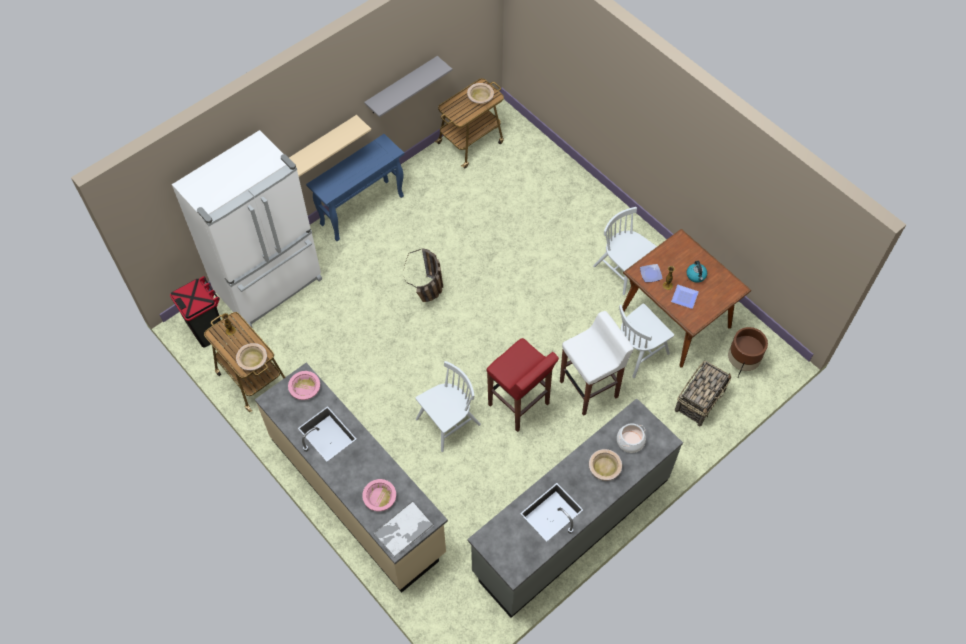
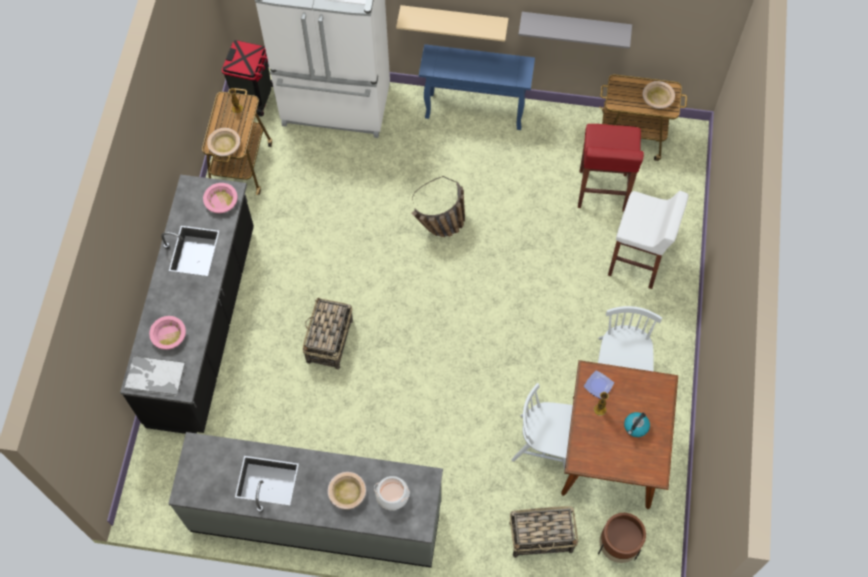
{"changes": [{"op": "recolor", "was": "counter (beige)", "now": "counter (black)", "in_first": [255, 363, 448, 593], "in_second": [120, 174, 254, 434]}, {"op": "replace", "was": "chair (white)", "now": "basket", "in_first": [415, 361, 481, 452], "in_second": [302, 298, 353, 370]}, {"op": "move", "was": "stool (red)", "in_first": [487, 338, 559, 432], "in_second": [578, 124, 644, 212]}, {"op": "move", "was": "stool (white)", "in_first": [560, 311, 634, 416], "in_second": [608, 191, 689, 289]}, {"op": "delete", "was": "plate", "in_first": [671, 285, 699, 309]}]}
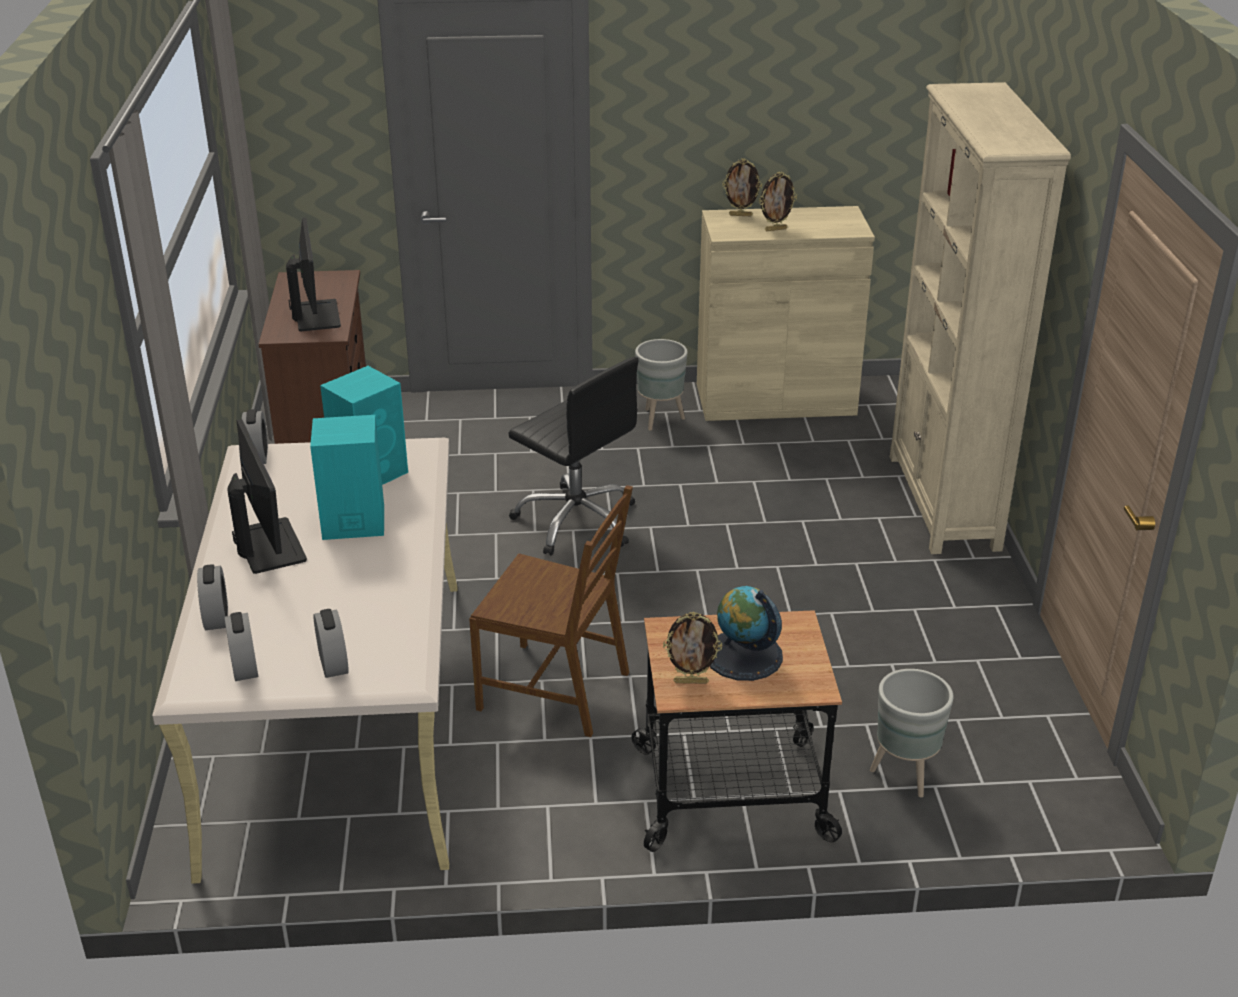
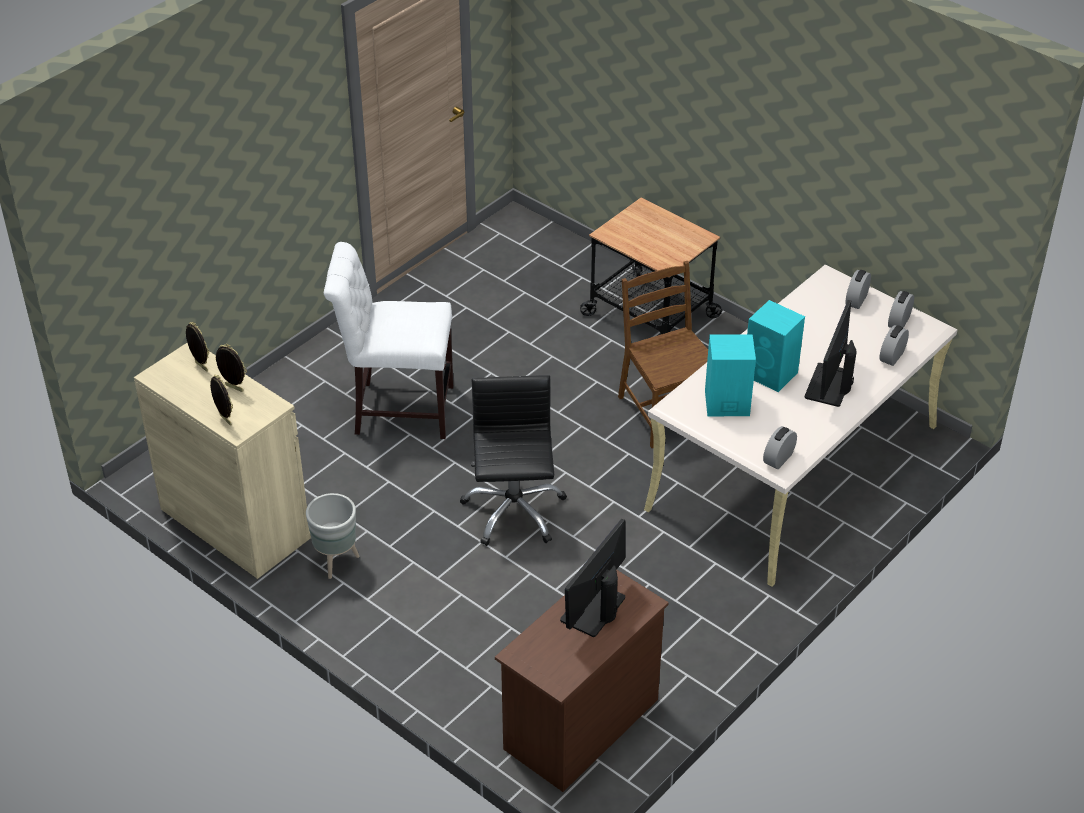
{"changes": [{"op": "move", "was": "picture frame", "in_first": [663, 612, 722, 684], "in_second": [186, 322, 209, 372]}, {"op": "insert", "now": "chair (white)", "in_second": [324, 242, 454, 439]}, {"op": "delete", "was": "globe", "in_first": [710, 586, 783, 681]}, {"op": "delete", "was": "planter (grey)", "in_first": [870, 669, 954, 797]}, {"op": "delete", "was": "bookcase (beige)", "in_first": [890, 82, 1071, 554]}]}
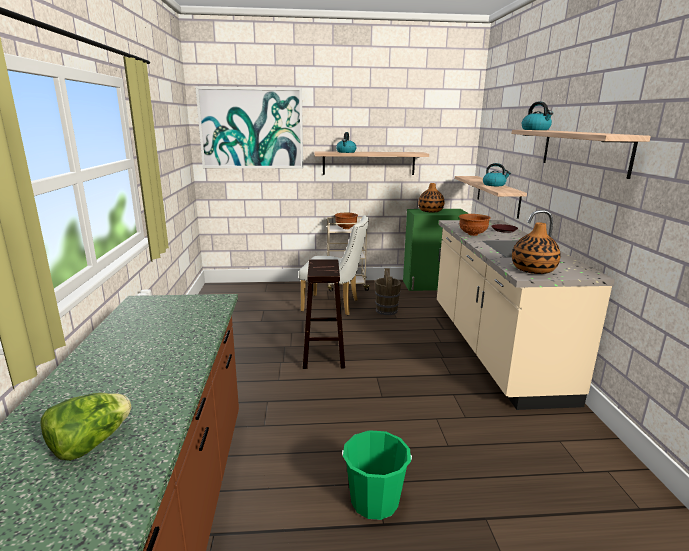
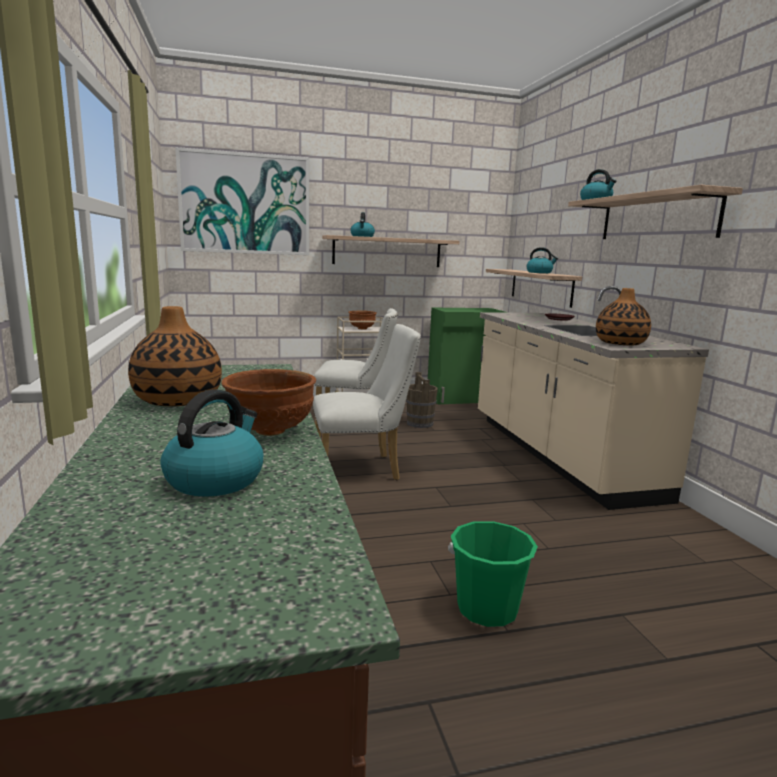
{"changes": [{"op": "move", "was": "vase", "in_first": [418, 183, 444, 213], "in_second": [128, 306, 222, 406]}, {"op": "replace", "was": "lettuce", "now": "kettle", "in_first": [41, 393, 132, 461], "in_second": [161, 389, 263, 497]}, {"op": "move", "was": "bowl (brown)", "in_first": [459, 214, 491, 236], "in_second": [221, 369, 316, 436]}, {"op": "replace", "was": "stool (brown)", "now": "chair (white)", "in_first": [303, 259, 345, 369], "in_second": [313, 324, 421, 480]}]}
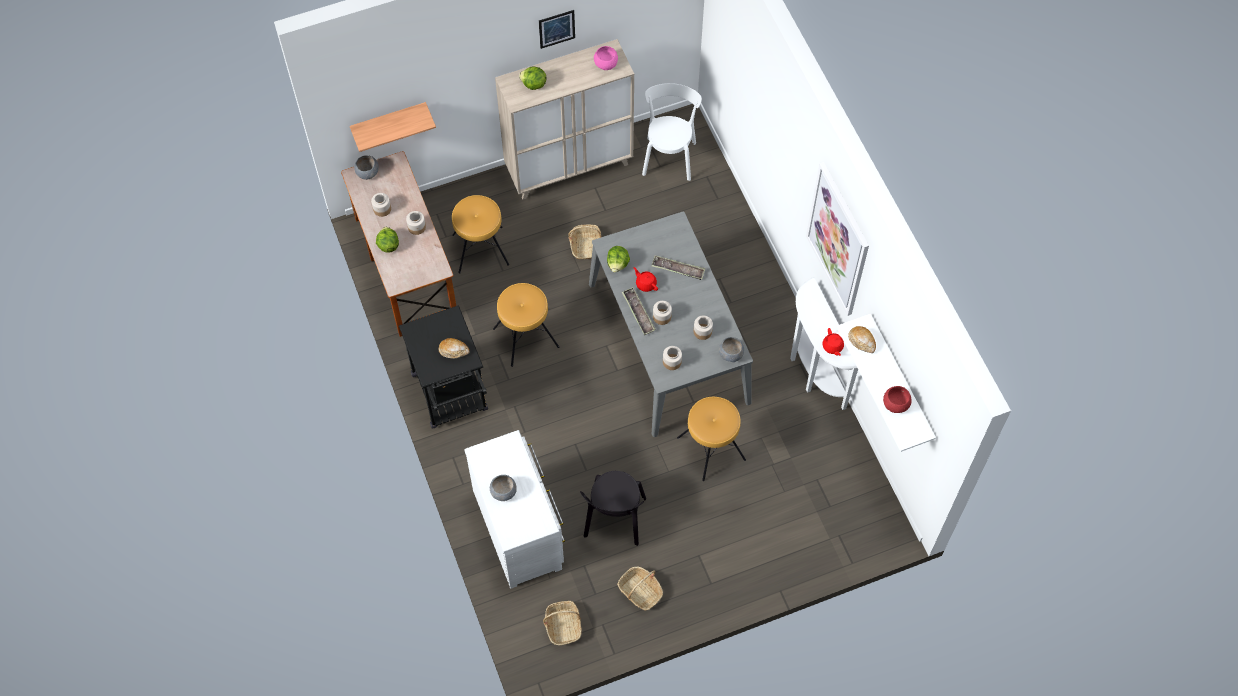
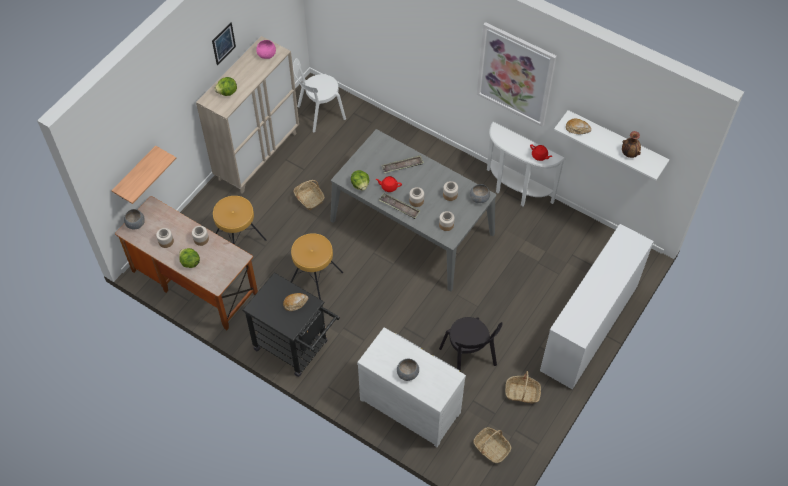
{"changes": [{"op": "rotate", "was": "chair (white)", "in_first": [642, 83, 702, 181], "in_second": [293, 58, 346, 133], "clockwise": -90}, {"op": "insert", "now": "dresser (white)", "in_second": [540, 224, 654, 389]}, {"op": "replace", "was": "bowl (red)", "now": "vase", "in_first": [883, 386, 911, 413], "in_second": [622, 131, 641, 158]}, {"op": "delete", "was": "stool (brown)", "in_first": [677, 397, 746, 481]}]}
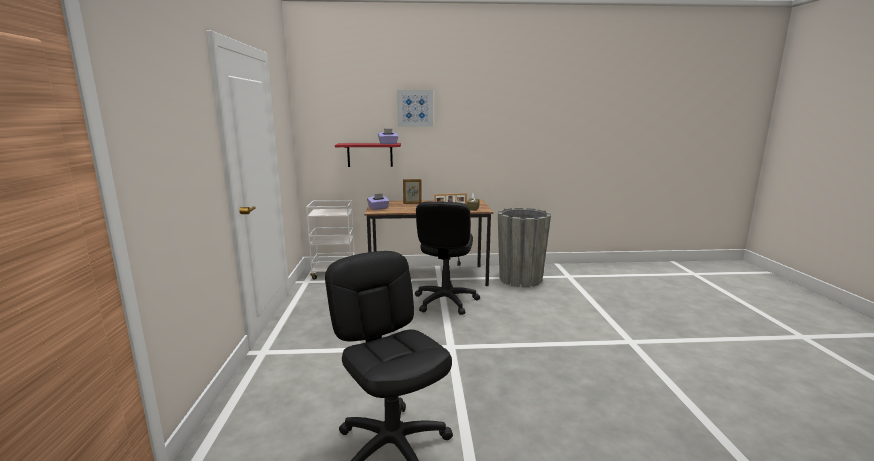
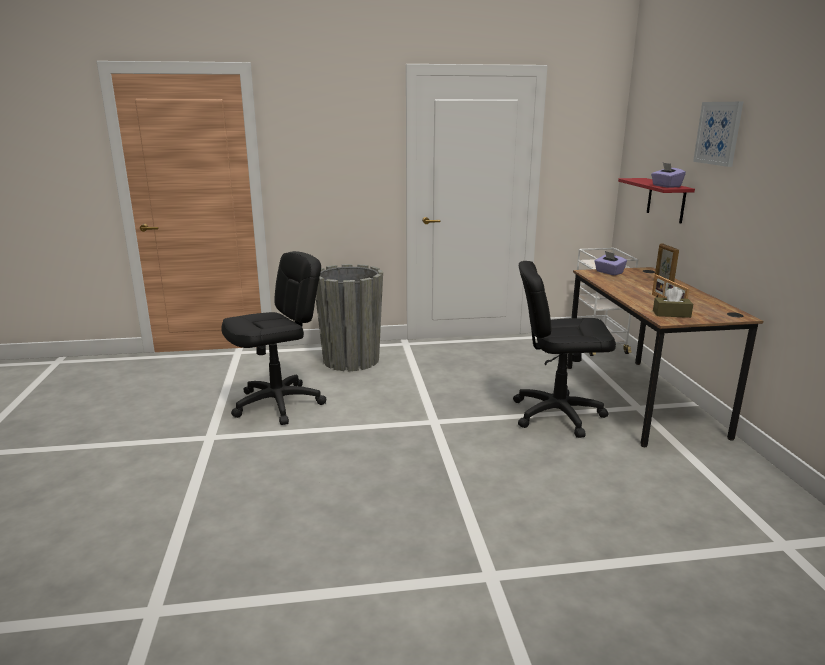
{"changes": [{"op": "move", "was": "planter (grey)", "in_first": [498, 207, 551, 287], "in_second": [316, 264, 383, 371]}]}
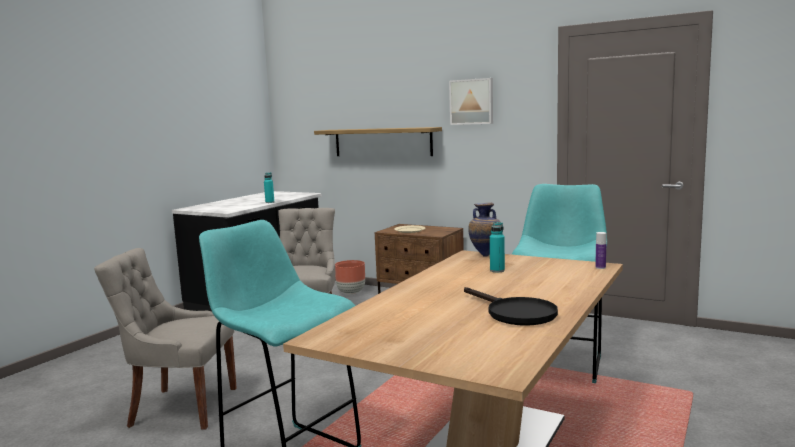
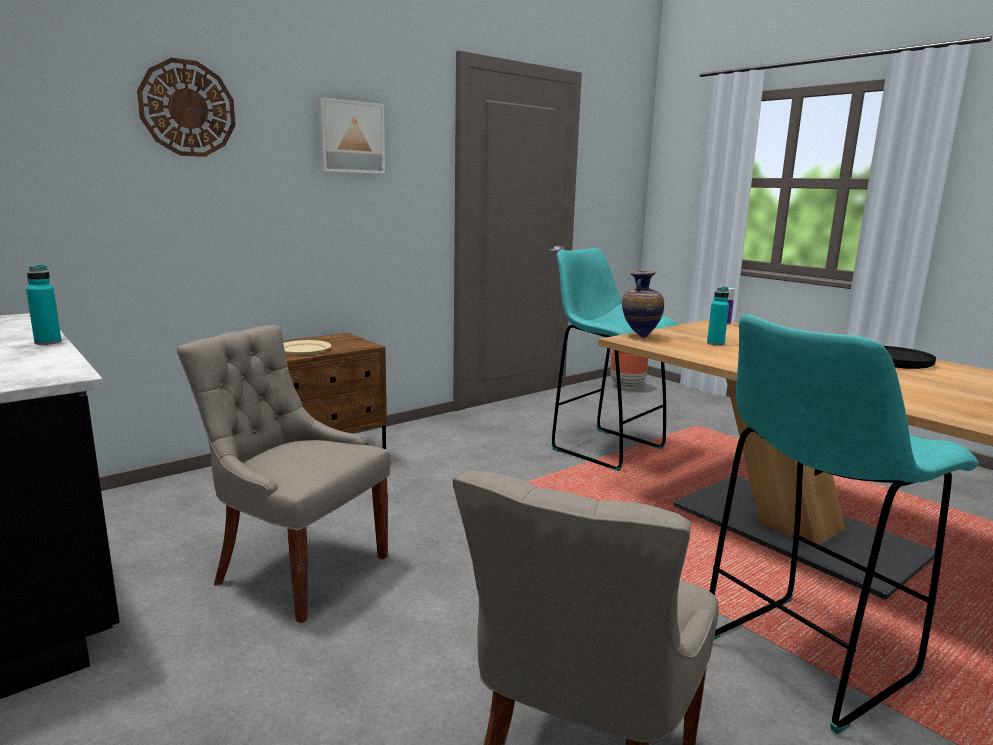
{"changes": [{"op": "insert", "now": "wall clock", "in_second": [137, 58, 236, 157]}, {"op": "move", "was": "planter (brown)", "in_first": [335, 260, 365, 294], "in_second": [611, 349, 648, 389]}, {"op": "delete", "was": "shelf", "in_first": [314, 127, 442, 156]}]}
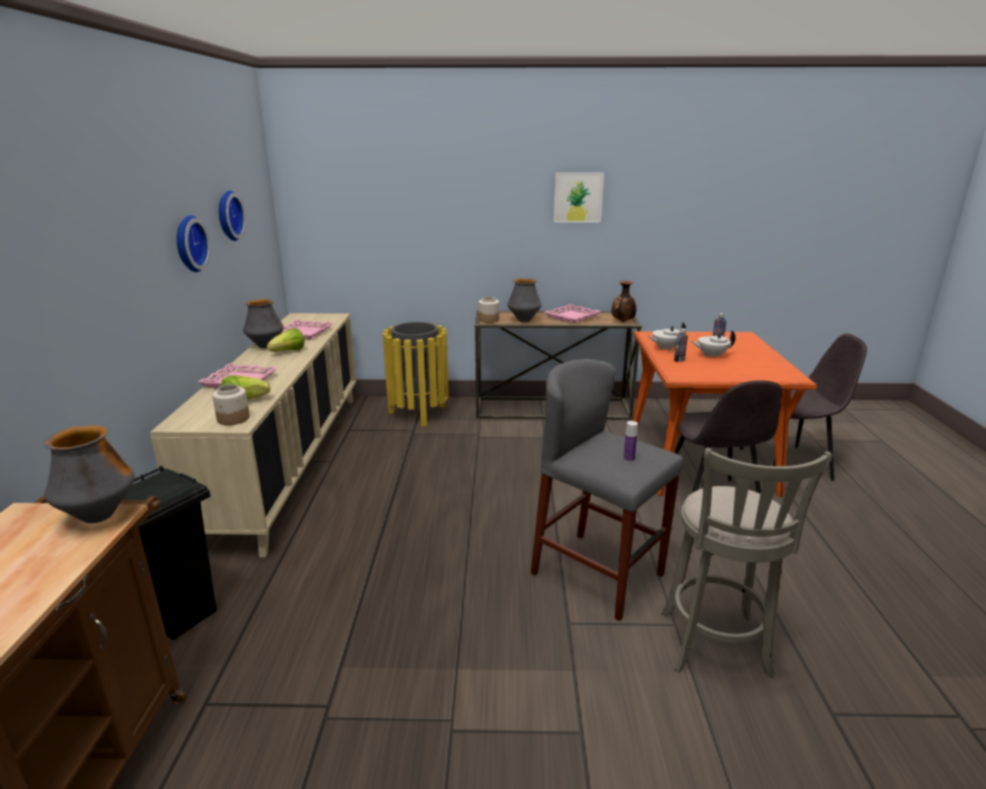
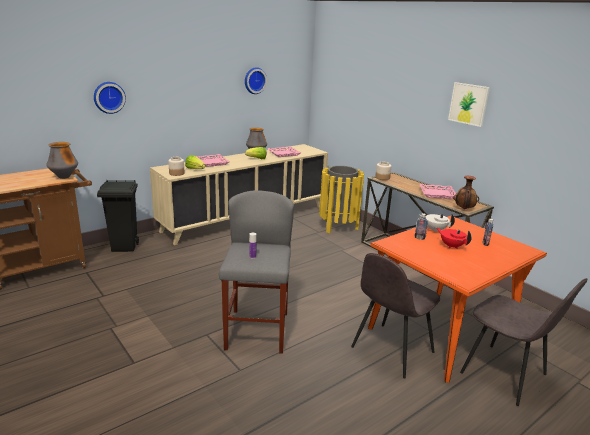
{"changes": [{"op": "move", "was": "wall clock", "in_first": [177, 215, 211, 272], "in_second": [94, 82, 126, 114]}, {"op": "recolor", "was": "teapot (white)", "now": "teapot (red)", "in_first": [691, 330, 736, 358], "in_second": [437, 228, 472, 249]}, {"op": "delete", "was": "vase", "in_first": [507, 278, 542, 322]}, {"op": "delete", "was": "stool (grey)", "in_first": [661, 447, 832, 678]}]}
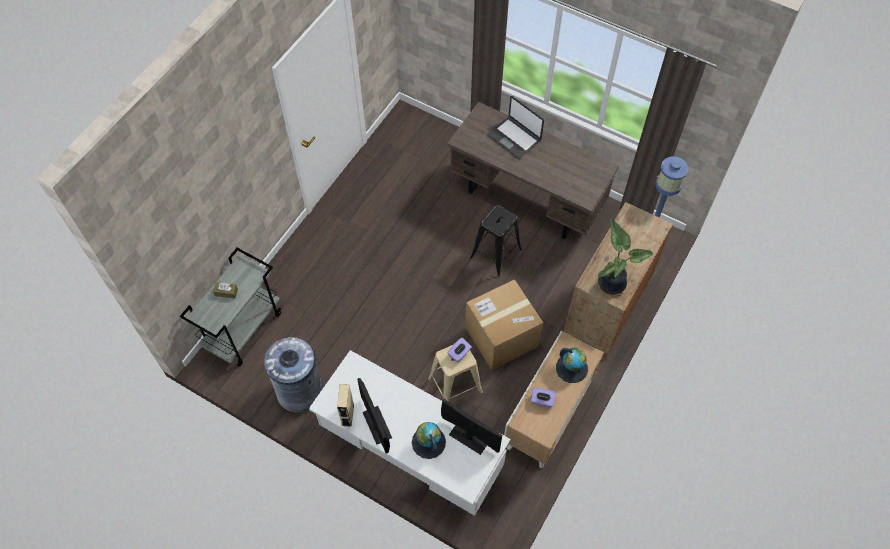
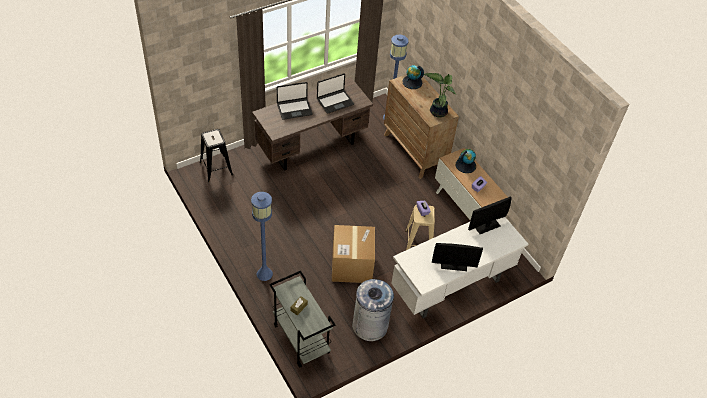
{"changes": [{"op": "move", "was": "stool (black)", "in_first": [470, 204, 522, 277], "in_second": [200, 129, 233, 182]}, {"op": "insert", "now": "floor lamp (blue)", "in_second": [251, 192, 273, 281]}, {"op": "insert", "now": "laptop", "in_second": [317, 73, 354, 114]}, {"op": "move", "was": "cardboard box", "in_first": [465, 279, 543, 370], "in_second": [332, 225, 375, 283]}, {"op": "move", "was": "globe", "in_first": [412, 422, 446, 459], "in_second": [402, 65, 424, 89]}, {"op": "delete", "was": "speaker (beige)", "in_first": [337, 384, 354, 427]}]}
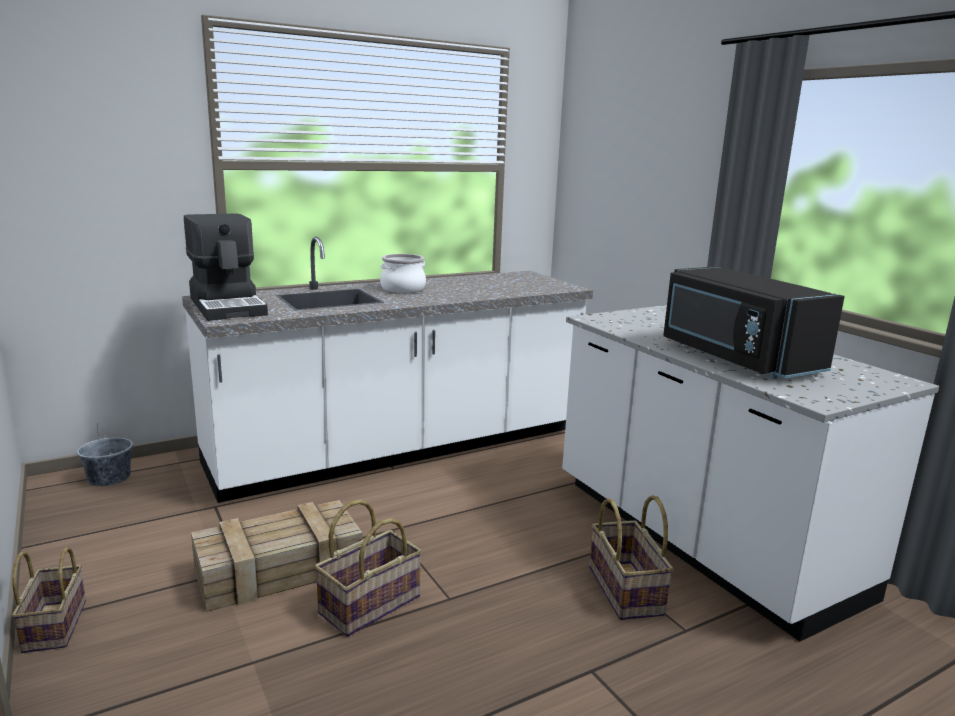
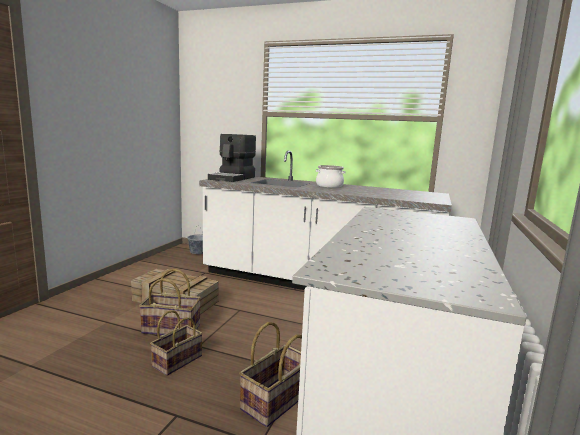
{"changes": [{"op": "move", "was": "basket", "in_first": [12, 547, 86, 653], "in_second": [150, 310, 203, 376]}, {"op": "delete", "was": "microwave (black)", "in_first": [663, 266, 845, 379]}]}
